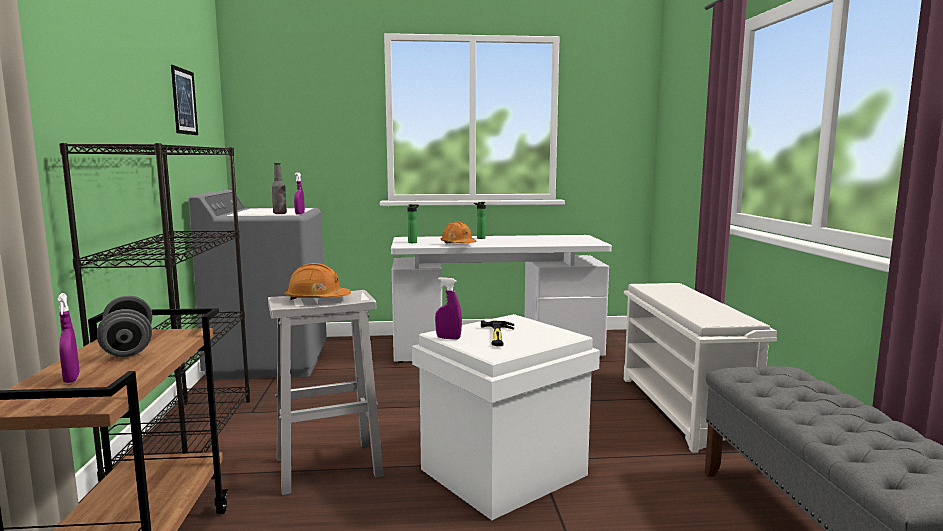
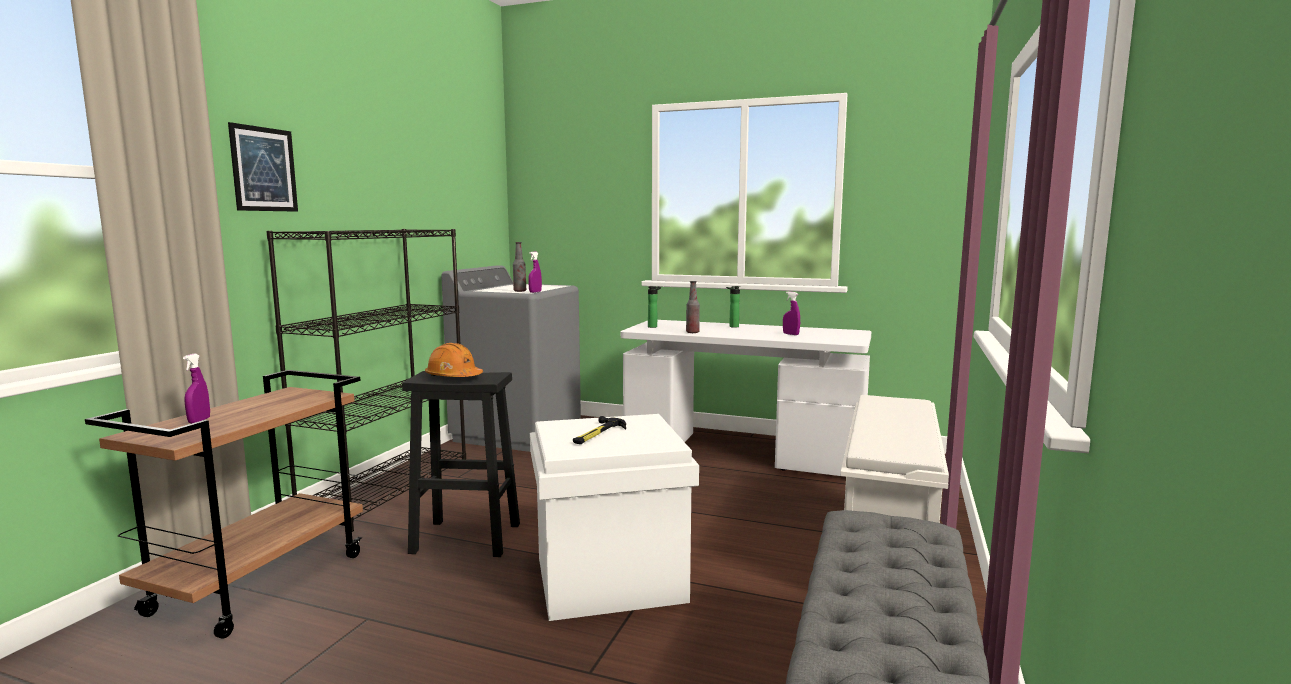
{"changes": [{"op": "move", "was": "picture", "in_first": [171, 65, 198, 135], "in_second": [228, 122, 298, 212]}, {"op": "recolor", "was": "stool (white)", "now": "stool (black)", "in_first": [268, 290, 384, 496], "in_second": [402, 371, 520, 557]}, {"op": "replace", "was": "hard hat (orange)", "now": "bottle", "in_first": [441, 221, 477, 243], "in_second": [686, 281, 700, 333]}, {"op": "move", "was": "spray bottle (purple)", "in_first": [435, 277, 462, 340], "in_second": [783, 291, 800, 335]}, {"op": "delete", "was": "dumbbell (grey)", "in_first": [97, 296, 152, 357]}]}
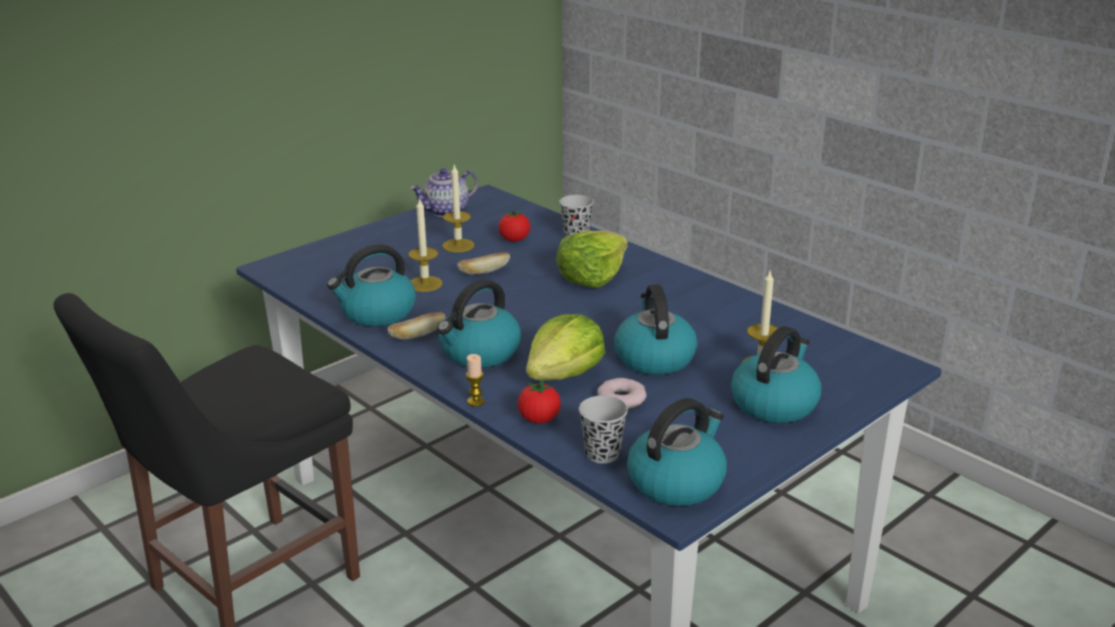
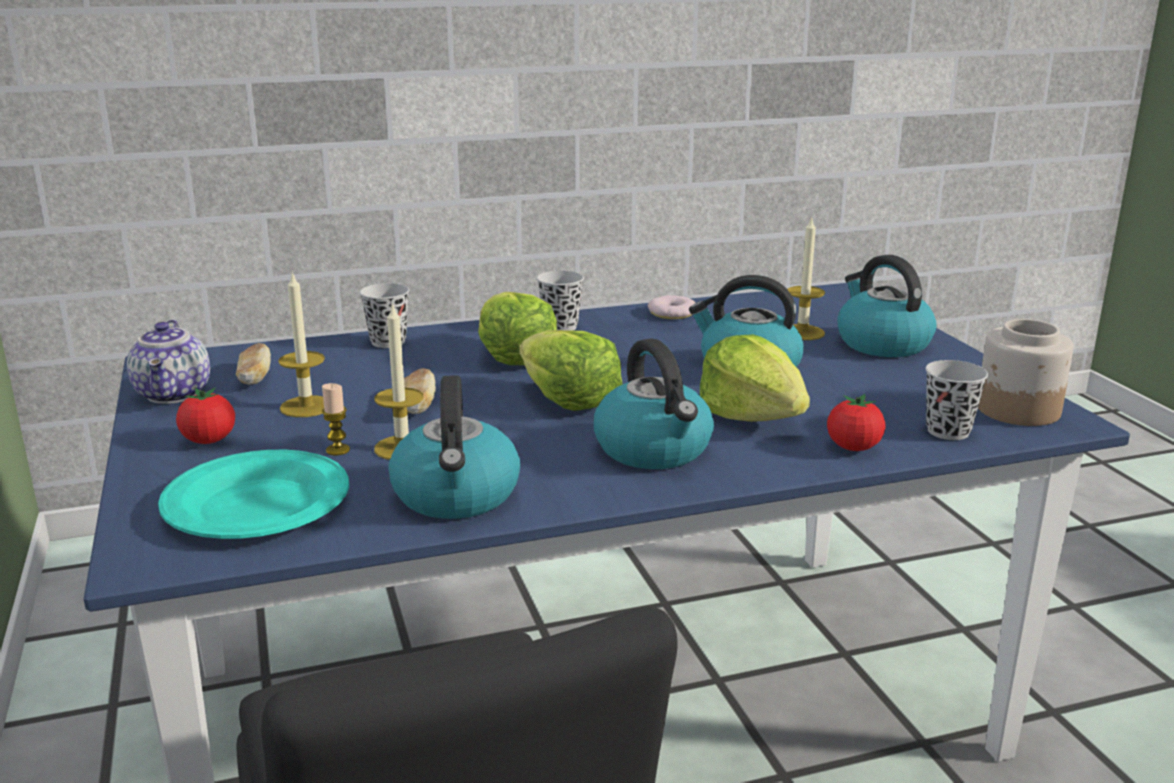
{"changes": [{"op": "insert", "now": "plate (turquoise)", "in_second": [158, 450, 349, 539]}, {"op": "move", "was": "tomato", "in_first": [498, 209, 530, 242], "in_second": [176, 388, 235, 444]}, {"op": "move", "was": "bread", "in_first": [388, 312, 446, 340], "in_second": [236, 343, 271, 385]}, {"op": "move", "was": "candle", "in_first": [466, 354, 485, 406], "in_second": [322, 383, 350, 455]}, {"op": "insert", "now": "lettuce", "in_second": [519, 330, 623, 411]}, {"op": "insert", "now": "cup (black)", "in_second": [537, 271, 584, 331]}, {"op": "move", "was": "donut", "in_first": [597, 378, 647, 409], "in_second": [648, 295, 695, 319]}, {"op": "replace", "was": "kettle", "now": "jar", "in_first": [627, 398, 727, 506], "in_second": [978, 319, 1073, 426]}]}
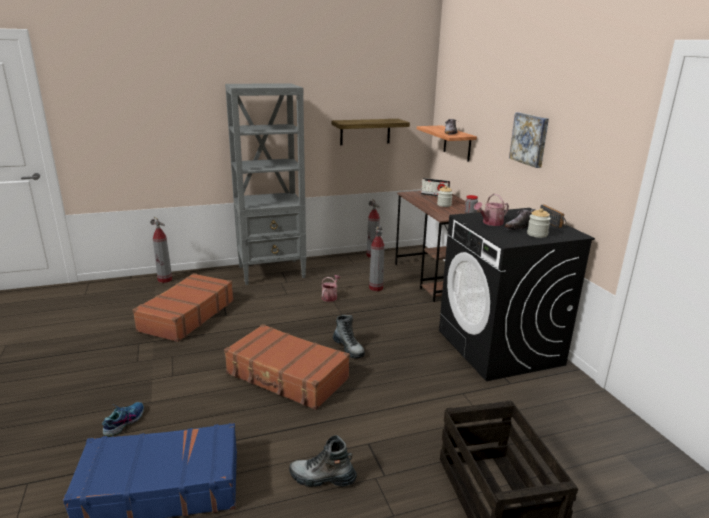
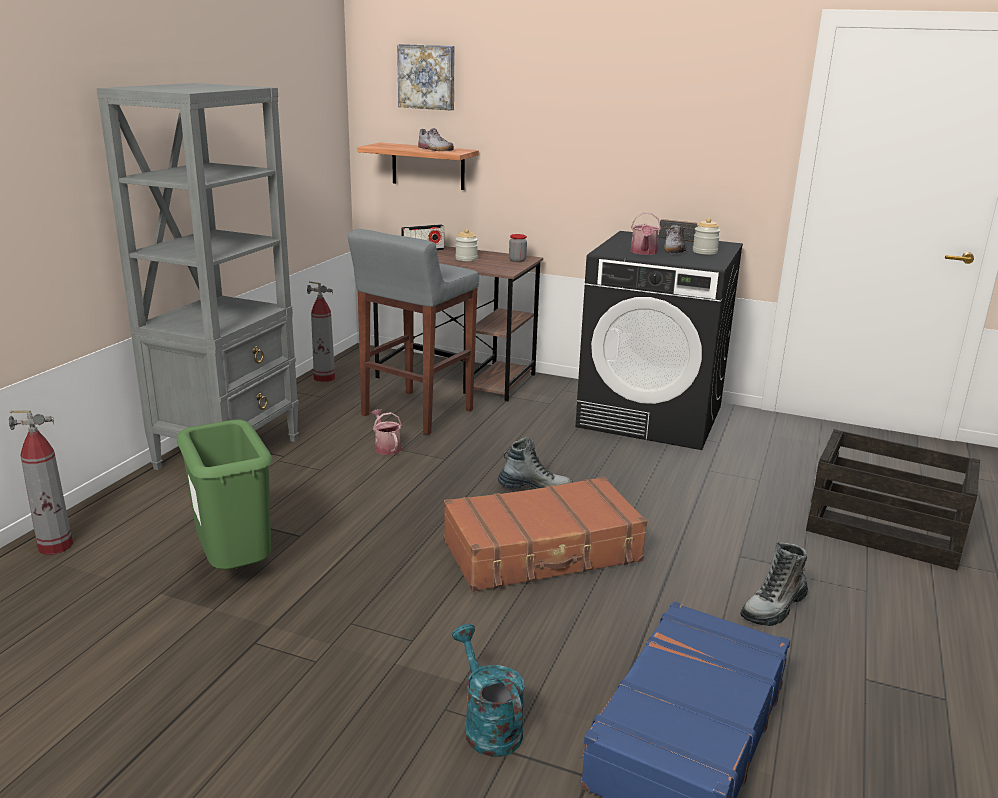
{"changes": [{"op": "replace", "was": "suitcase (brown)", "now": "trash can (green)", "in_first": [133, 273, 234, 342], "in_second": [177, 419, 273, 569]}, {"op": "replace", "was": "fire extinguisher", "now": "stool (grey)", "in_first": [369, 226, 384, 291], "in_second": [348, 229, 479, 435]}, {"op": "move", "was": "picture", "in_first": [509, 113, 549, 168], "in_second": [397, 44, 455, 110]}, {"op": "replace", "was": "shoe", "now": "watering can (turquoise)", "in_first": [102, 402, 144, 437], "in_second": [452, 624, 525, 757]}, {"op": "delete", "was": "shelf", "in_first": [332, 119, 410, 145]}]}
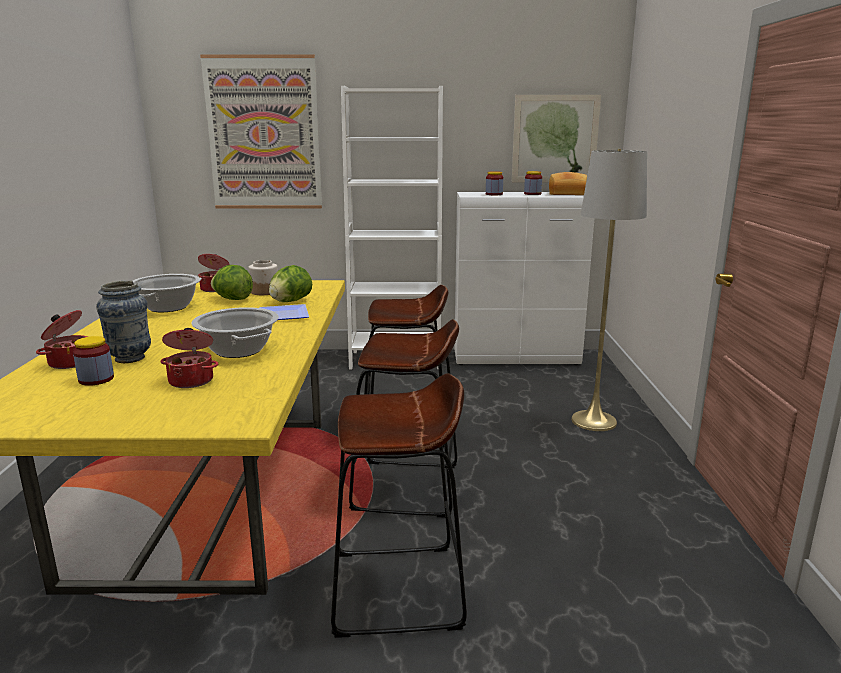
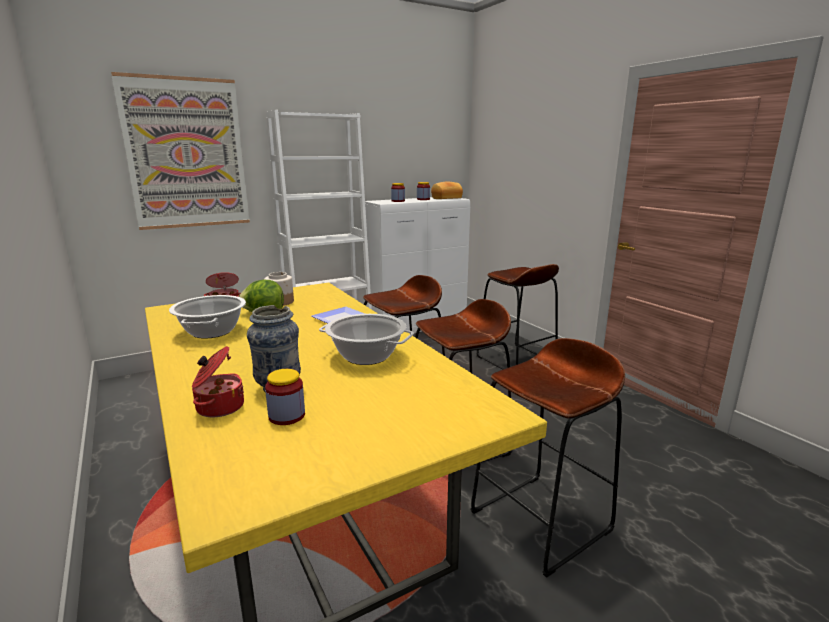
{"changes": [{"op": "replace", "was": "floor lamp (grey)", "now": "stool (brown)", "in_first": [571, 149, 647, 431], "in_second": [476, 264, 559, 369]}, {"op": "delete", "was": "cooking pot", "in_first": [161, 328, 218, 388]}, {"op": "delete", "was": "lettuce", "in_first": [269, 265, 312, 302]}, {"op": "delete", "was": "picture", "in_first": [512, 95, 601, 182]}]}
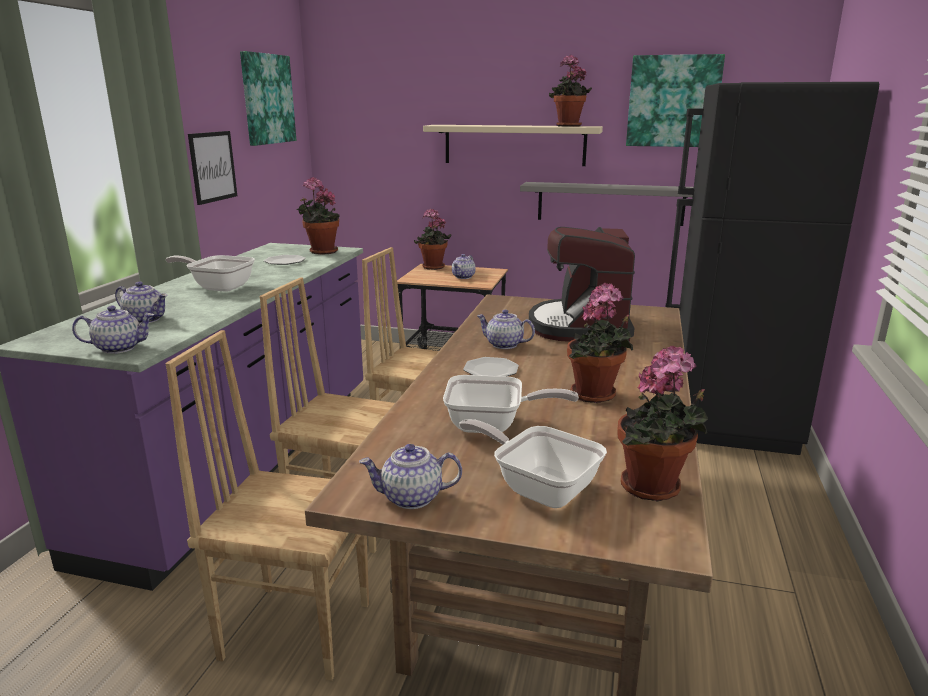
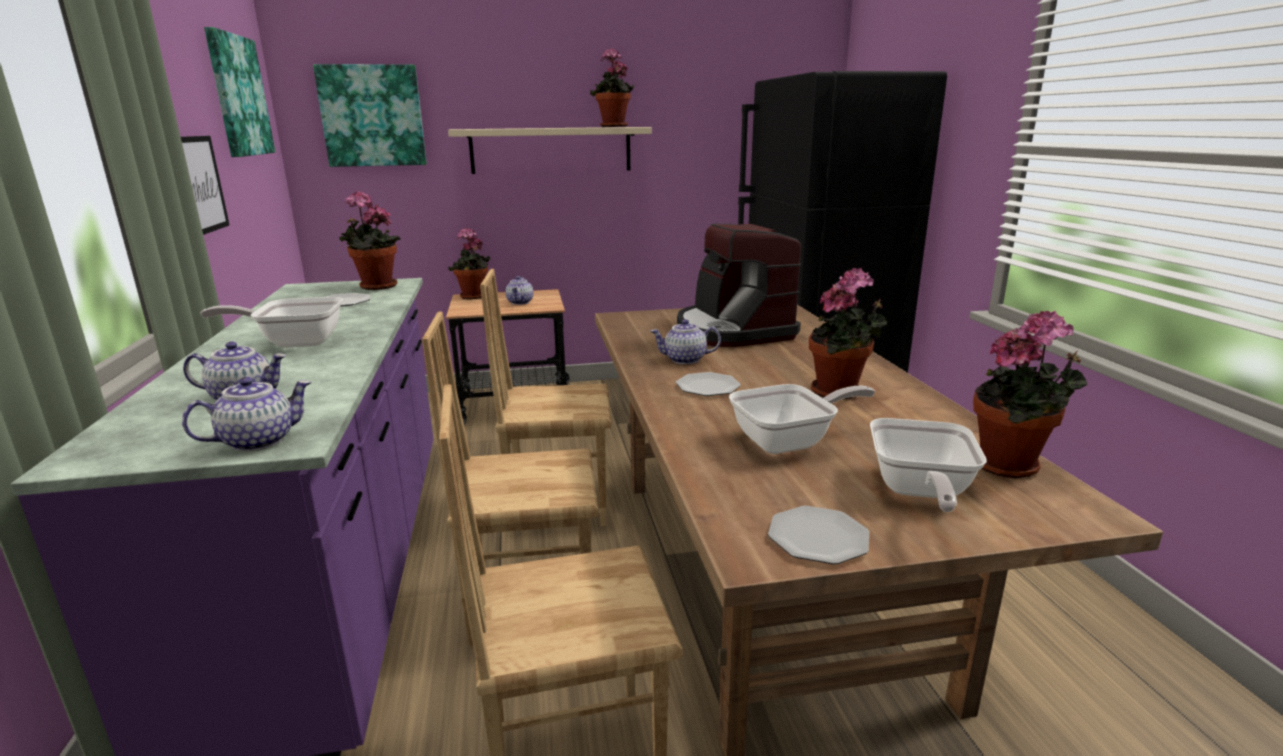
{"changes": [{"op": "move", "was": "picture", "in_first": [626, 54, 725, 147], "in_second": [313, 64, 427, 167]}, {"op": "replace", "was": "teapot", "now": "plate", "in_first": [359, 444, 462, 509], "in_second": [768, 506, 869, 564]}, {"op": "rotate", "was": "frying pan", "in_first": [459, 419, 607, 508], "in_second": [870, 418, 987, 512], "clockwise": -90}, {"op": "delete", "was": "shelf (grey)", "in_first": [520, 182, 694, 226]}]}
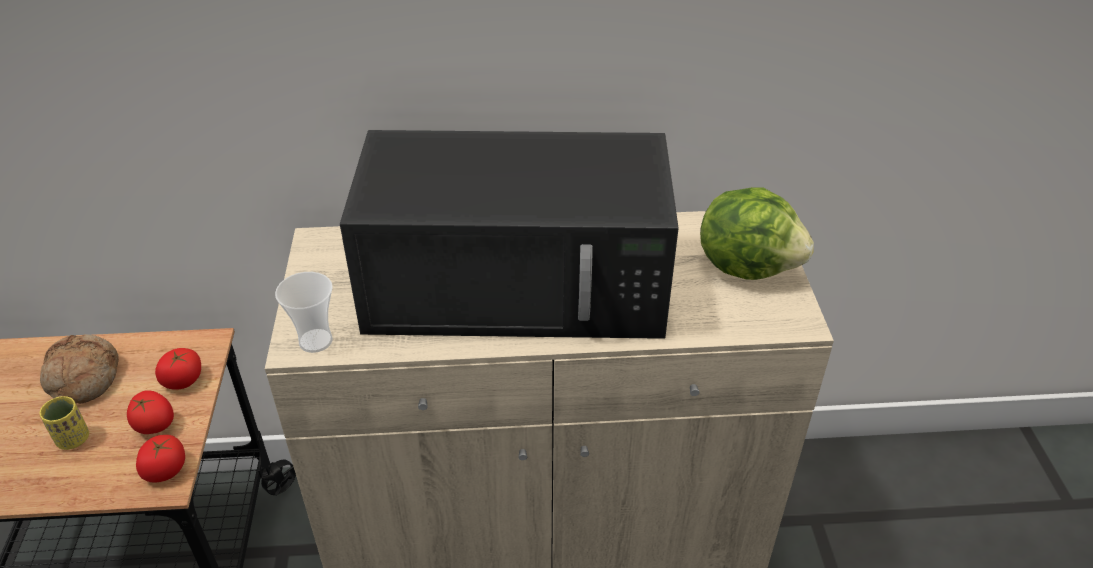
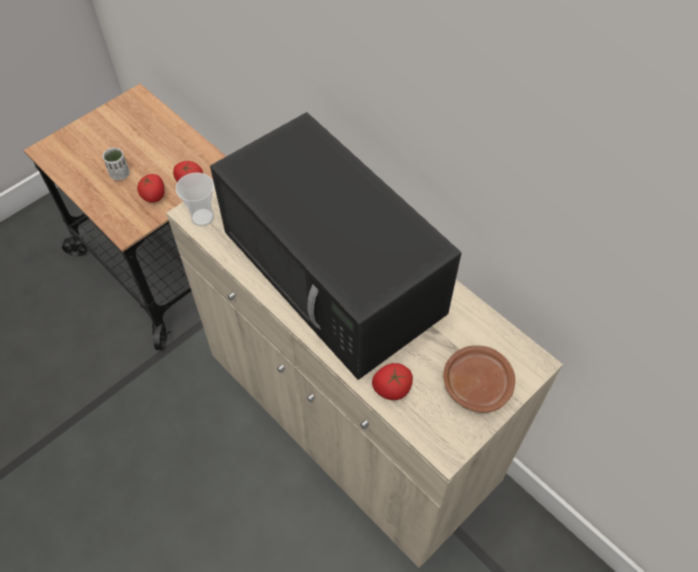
{"changes": [{"op": "recolor", "was": "cup (yellow)", "now": "cup (white)", "in_first": [39, 396, 89, 450], "in_second": [102, 148, 129, 180]}, {"op": "move", "was": "tomato", "in_first": [136, 435, 185, 482], "in_second": [372, 363, 413, 400]}, {"op": "replace", "was": "lettuce", "now": "plate (brown)", "in_first": [700, 187, 814, 280], "in_second": [443, 345, 515, 413]}, {"op": "delete", "was": "bread", "in_first": [40, 334, 119, 404]}]}
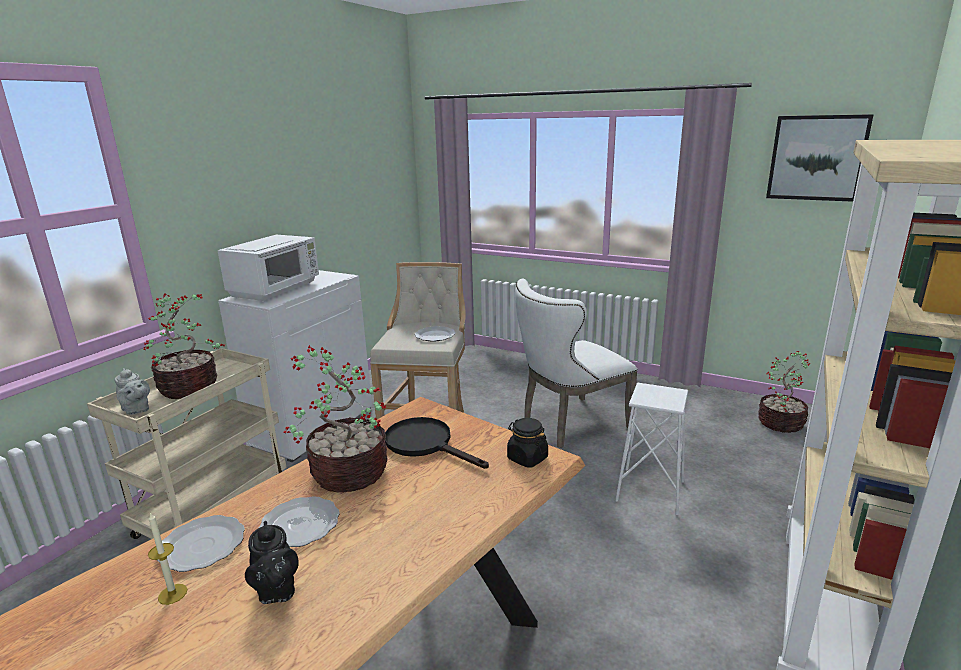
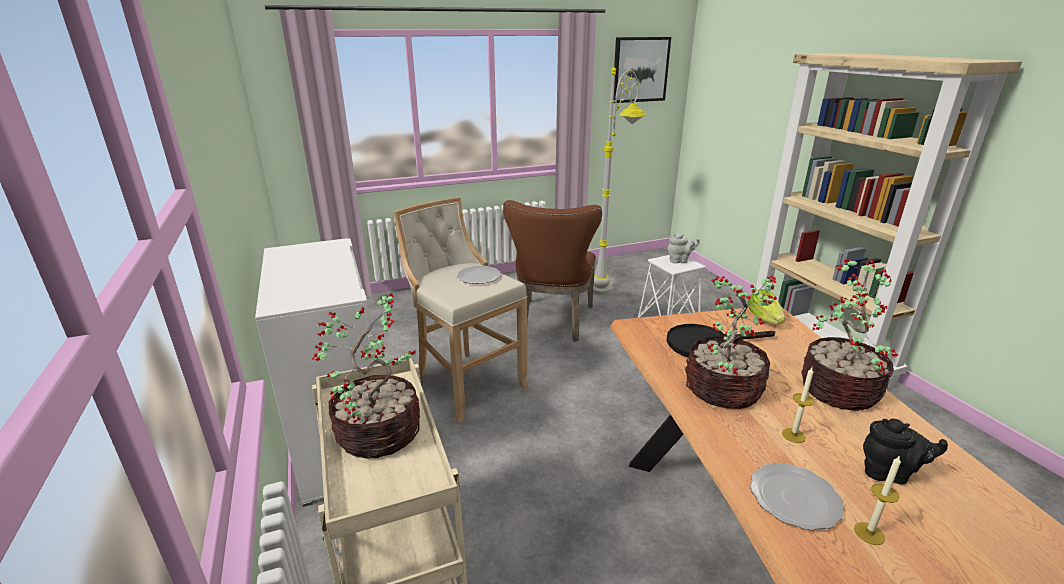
{"changes": [{"op": "recolor", "was": "chair (white)", "now": "chair (brown)", "in_first": [515, 279, 638, 448], "in_second": [503, 200, 602, 342]}, {"op": "insert", "now": "floor lamp (grey)", "in_second": [593, 62, 647, 295]}, {"op": "move", "was": "teapot (grey)", "in_first": [115, 368, 150, 415], "in_second": [668, 233, 700, 263]}, {"op": "replace", "was": "jar (black)", "now": "lettuce", "in_first": [507, 418, 548, 468], "in_second": [748, 289, 785, 324]}, {"op": "replace", "was": "plate", "now": "candle", "in_first": [259, 496, 340, 547], "in_second": [782, 367, 814, 443]}, {"op": "move", "was": "potted plant", "in_first": [758, 351, 811, 433], "in_second": [801, 259, 898, 411]}, {"op": "delete", "was": "microwave (white)", "in_first": [217, 235, 319, 302]}]}
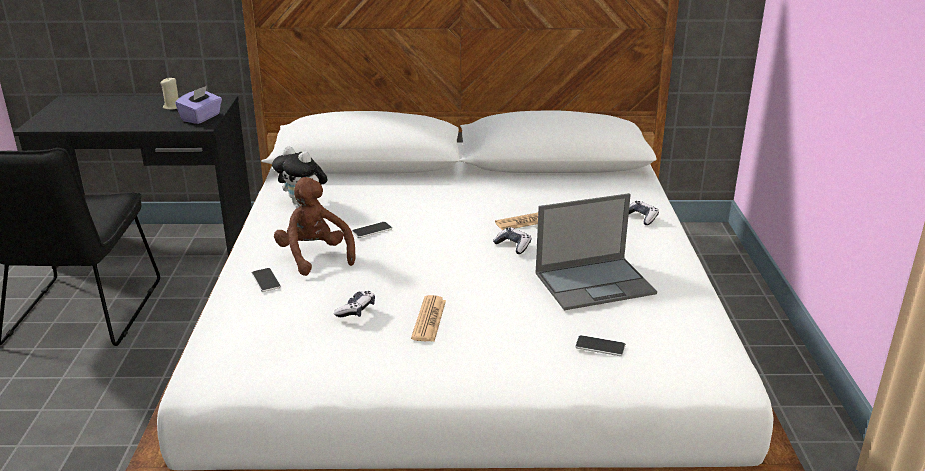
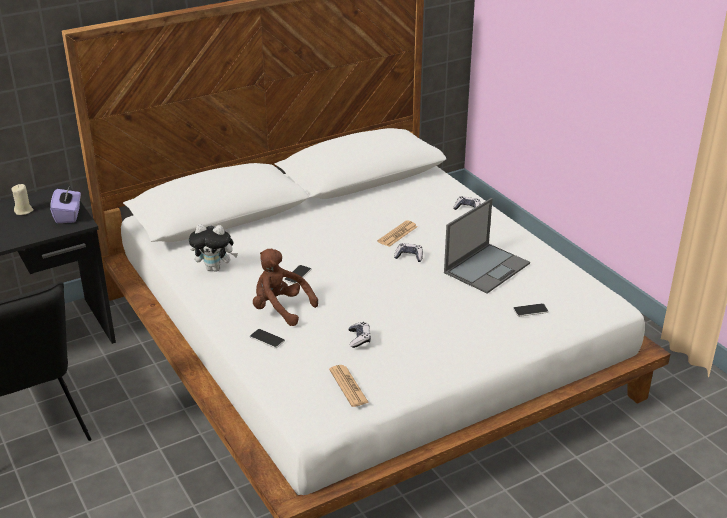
{"changes": [{"op": "move", "was": "newspaper", "in_first": [411, 295, 446, 342], "in_second": [329, 365, 369, 407]}]}
